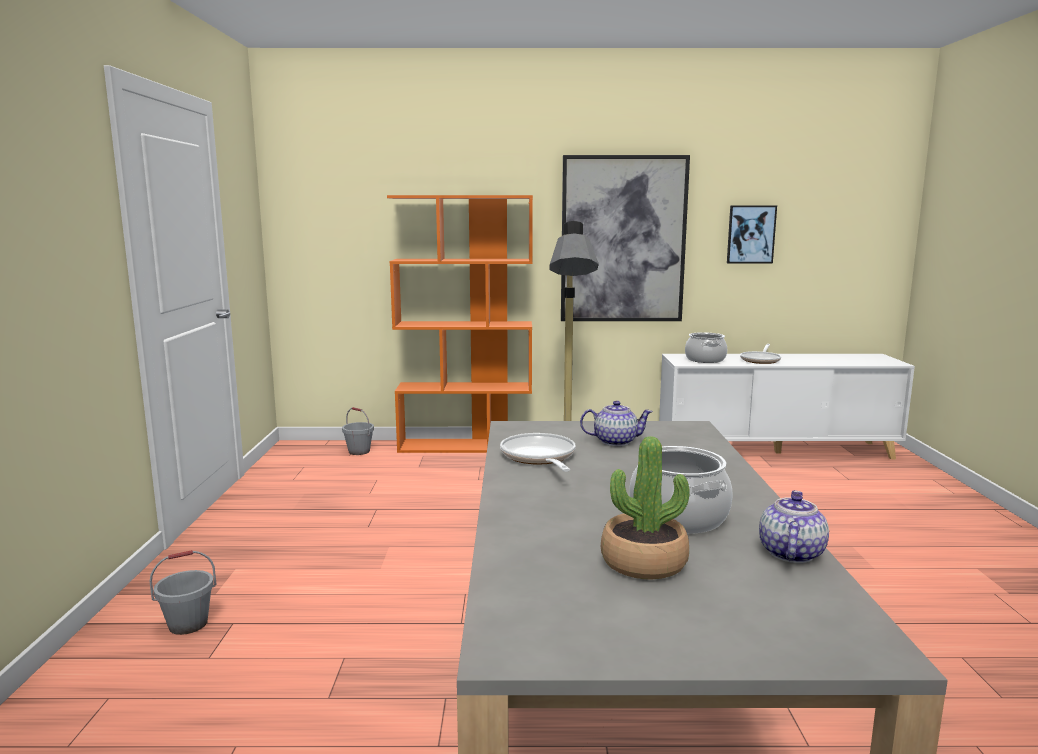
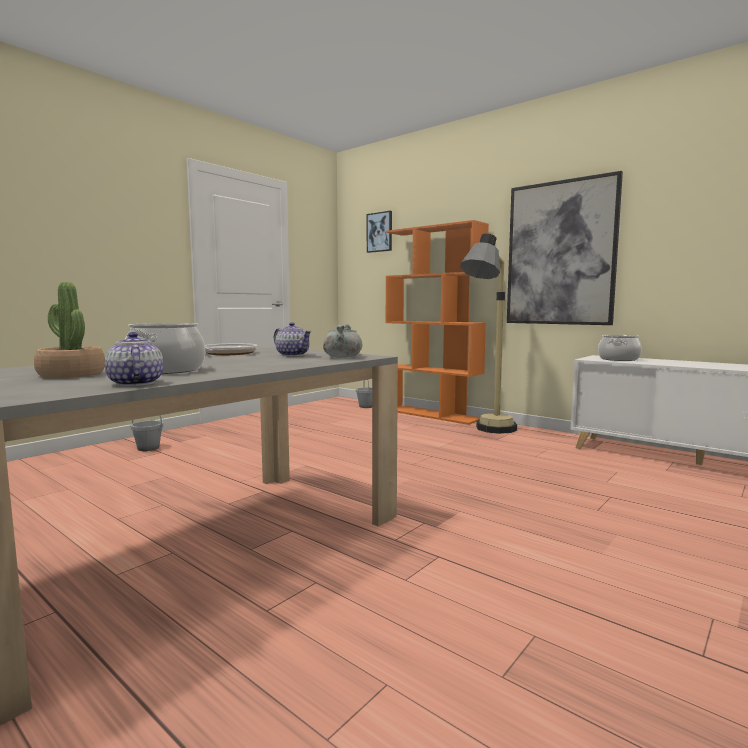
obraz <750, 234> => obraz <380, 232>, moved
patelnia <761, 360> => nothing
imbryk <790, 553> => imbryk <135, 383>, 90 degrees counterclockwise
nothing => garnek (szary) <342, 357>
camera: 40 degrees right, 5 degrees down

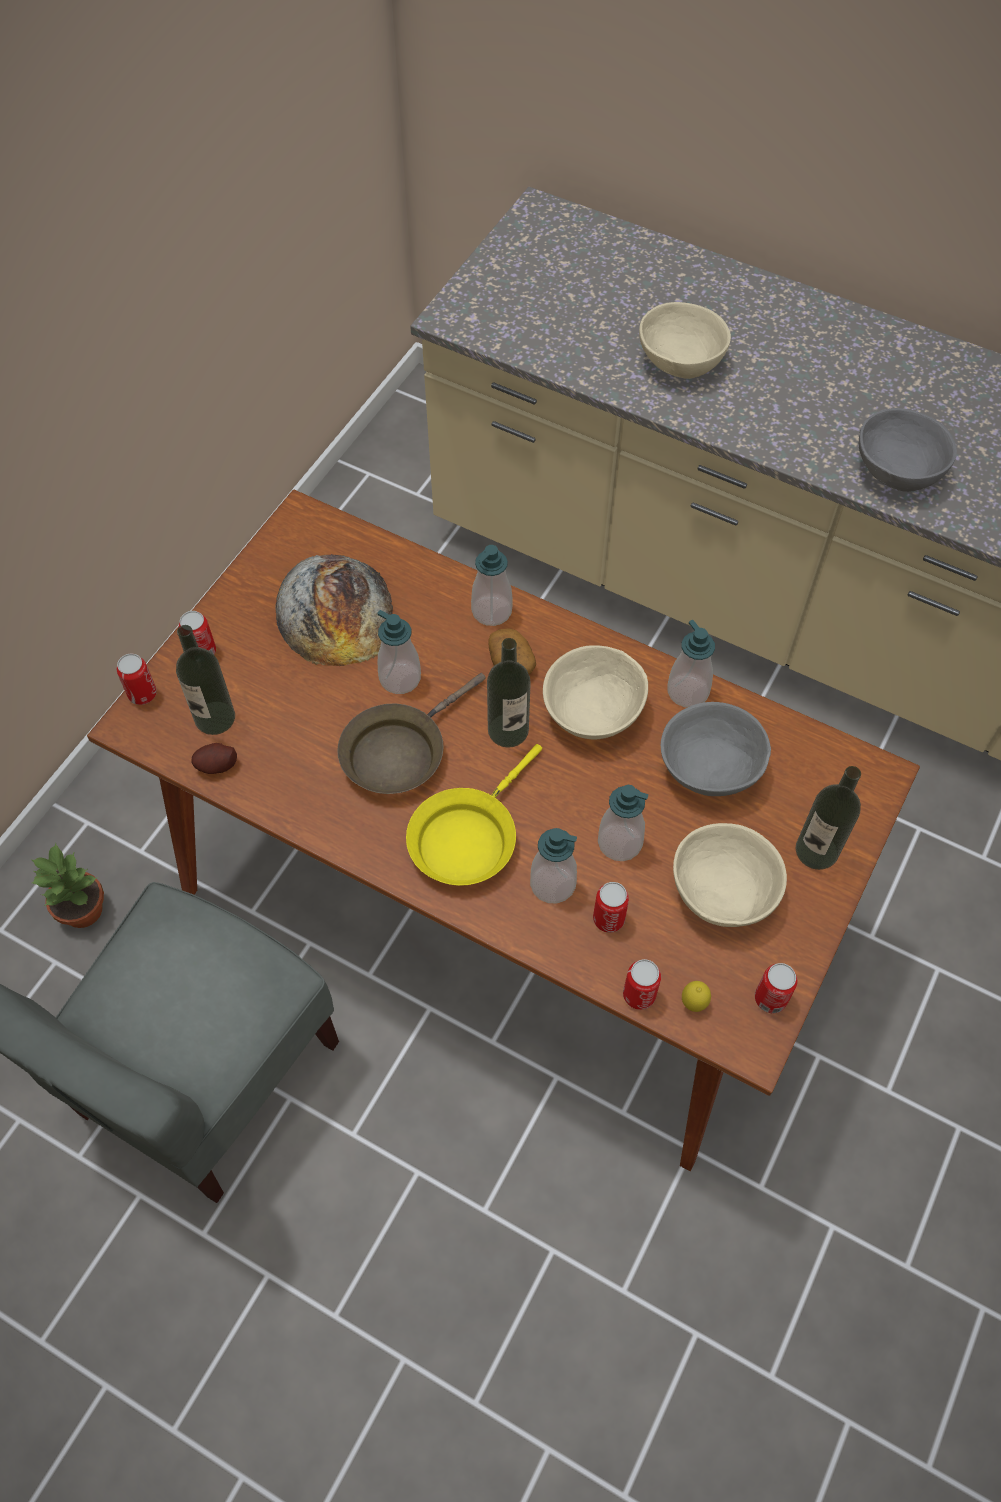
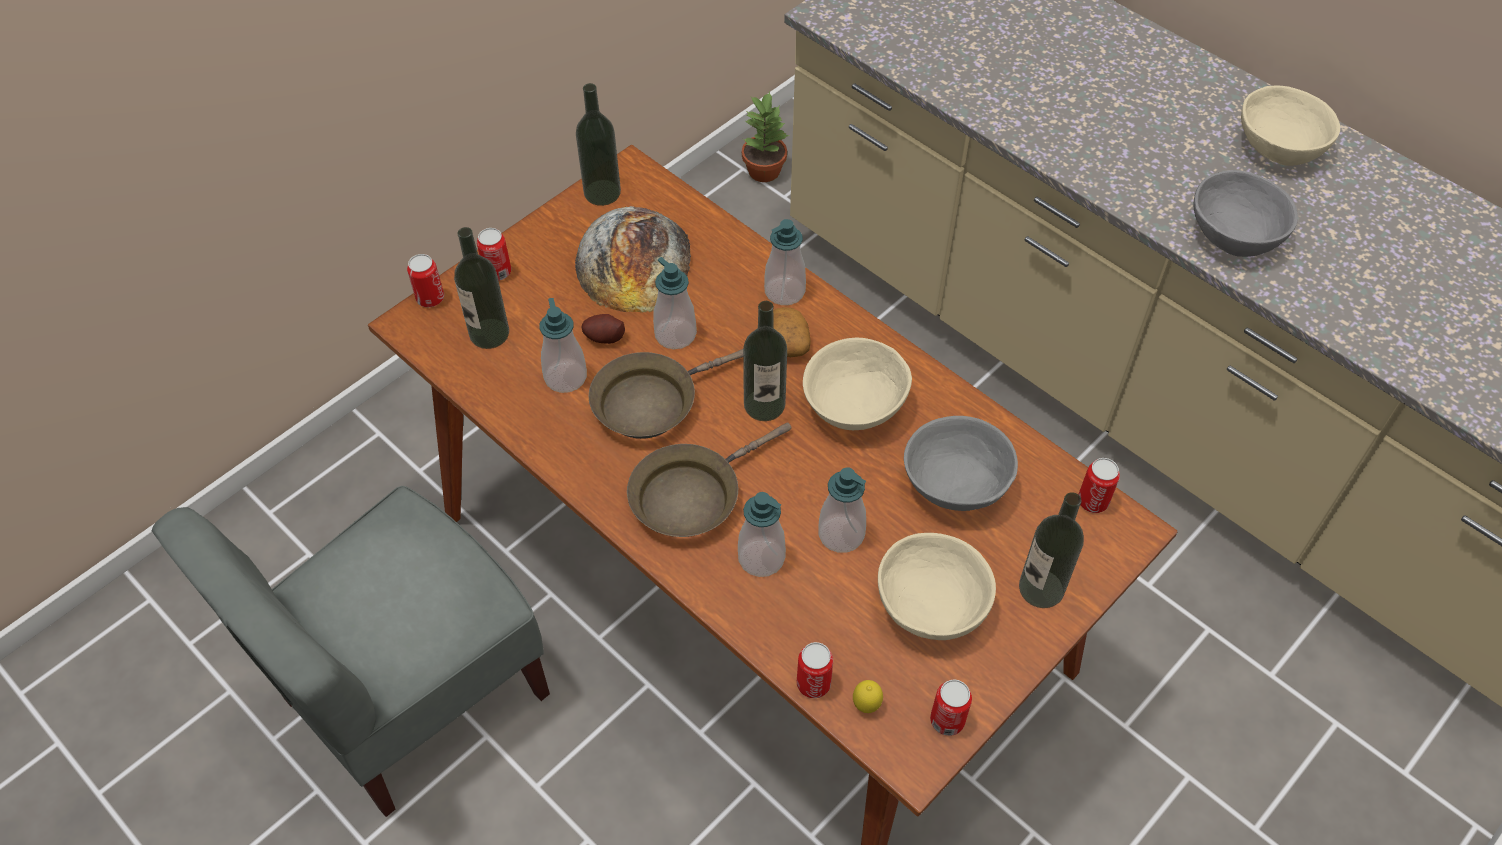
roślina doniczkowa <82, 909> => roślina doniczkowa <764, 170>, moved
ziemniak <216, 765> => ziemniak <604, 337>, moved
patelnia (żółty) <467, 837> => patelnia (brązowy) <692, 495>
puszka <608, 919> => puszka <1093, 501>, moved
miska (beżowy) <680, 362> => miska (beżowy) <1278, 148>, moved
dozownik mydła <688, 691> => dozownik mydła <565, 377>, moved
nothing => butelka <602, 192>
camera: 15 degrees right, 5 degrees down

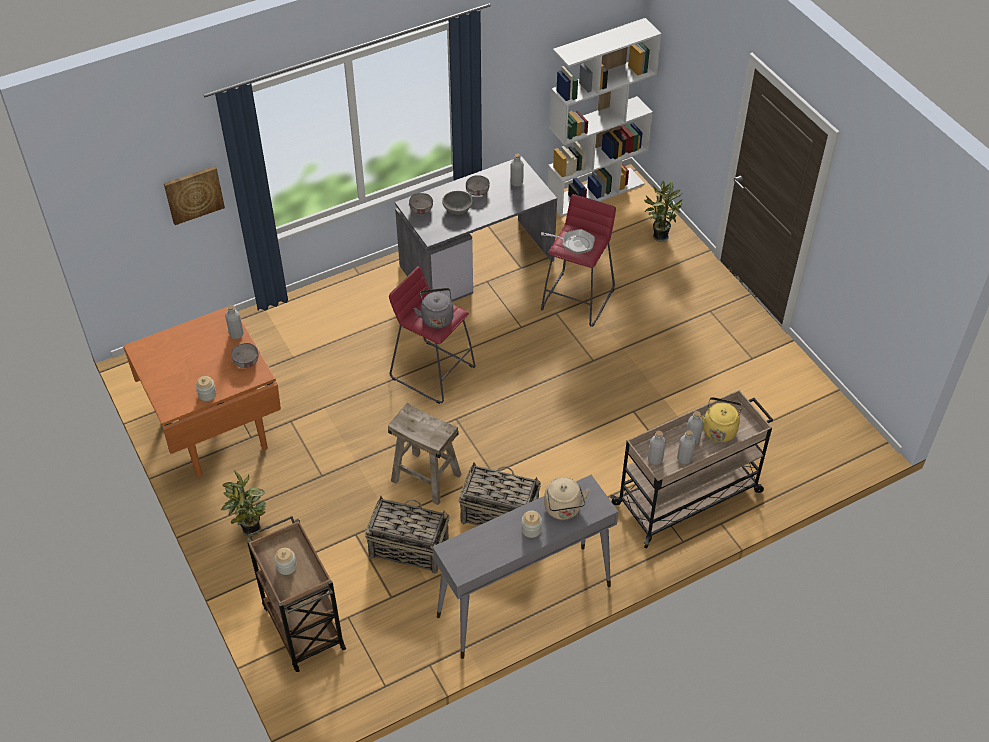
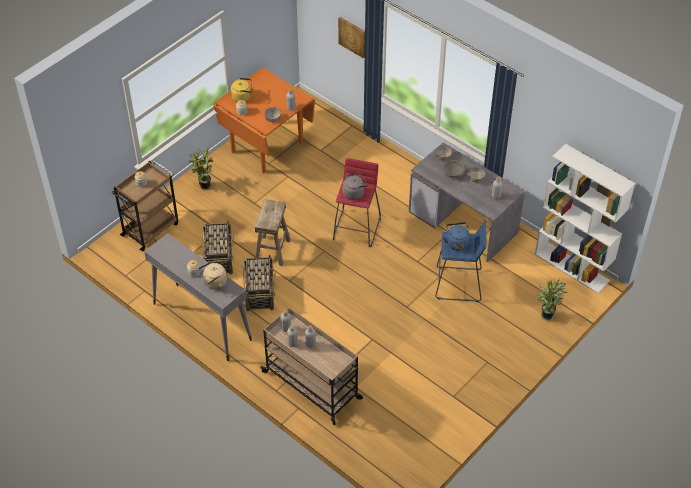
stołek (czerwony) <578, 299> => stołek (niebieski) <459, 284>
patelnia <575, 244> => czajnik (niebieski) <456, 242>
czajnik (żółty) <719, 429> => czajnik (żółty) <243, 97>, moved
camera: 70 degrees right, 0 degrees up

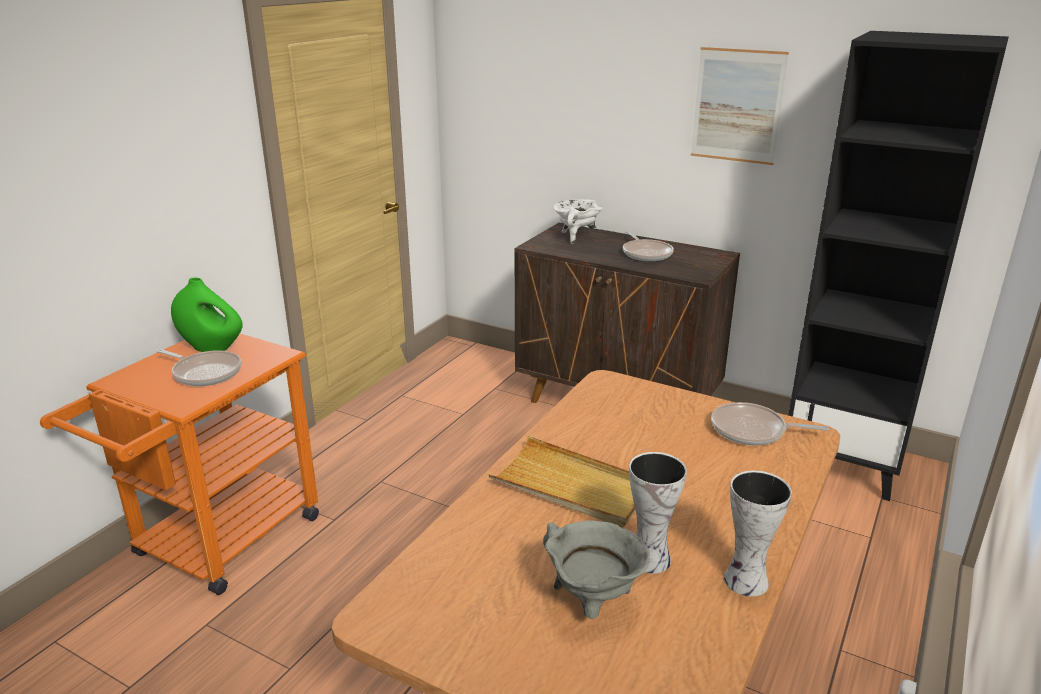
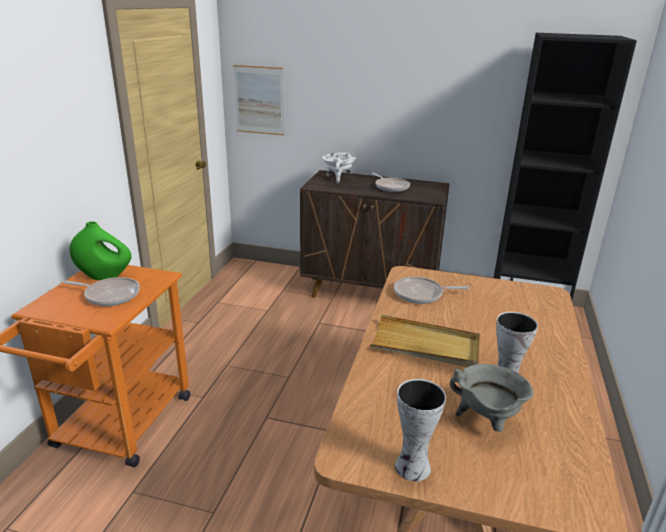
obraz <737, 106> => obraz <259, 100>, moved
patelnia <753, 431> => patelnia <421, 294>, moved
wazon <743, 580> => wazon <411, 467>, moved
camera: 15 degrees left, 0 degrees up

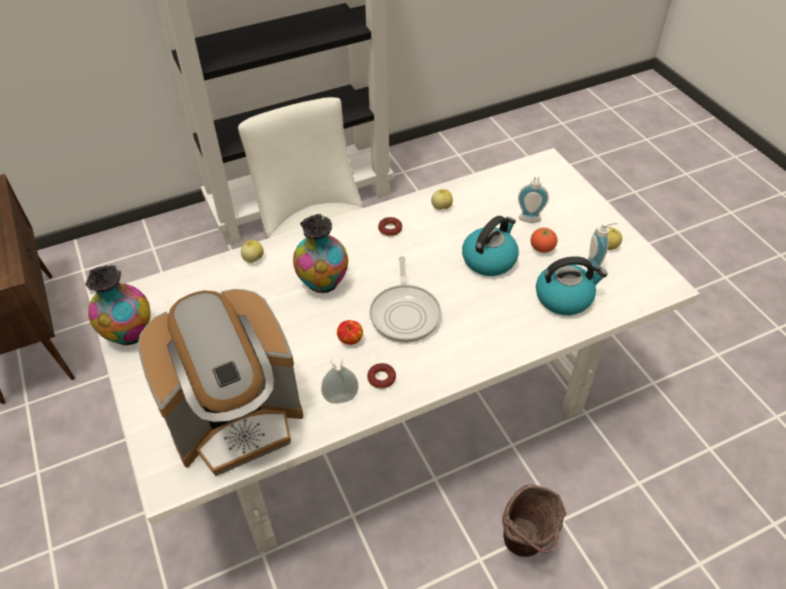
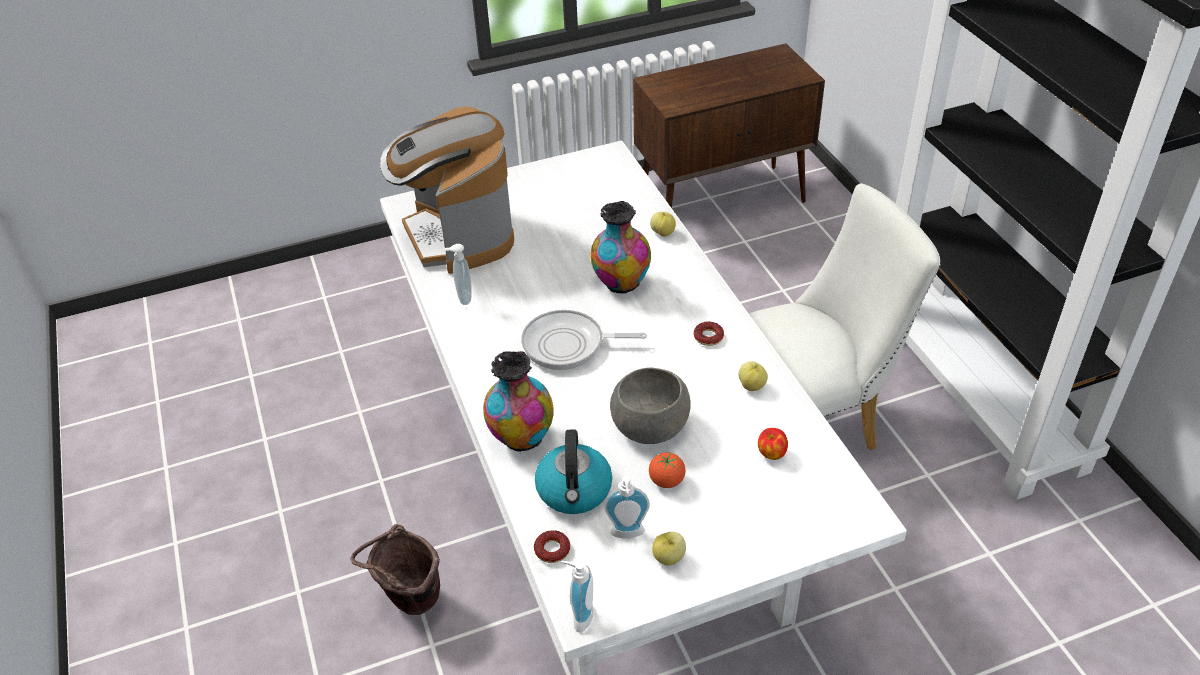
wazon <129, 334> => wazon <521, 437>, moved
jabłko <350, 340> => jabłko <771, 453>, moved
donut <381, 378> => donut <552, 550>, moved
czajnik <489, 259> => miska (szary) <649, 424>
dozownik mydła <529, 221> => dozownik mydła <579, 616>, moved
camera: 95 degrees right, 5 degrees down

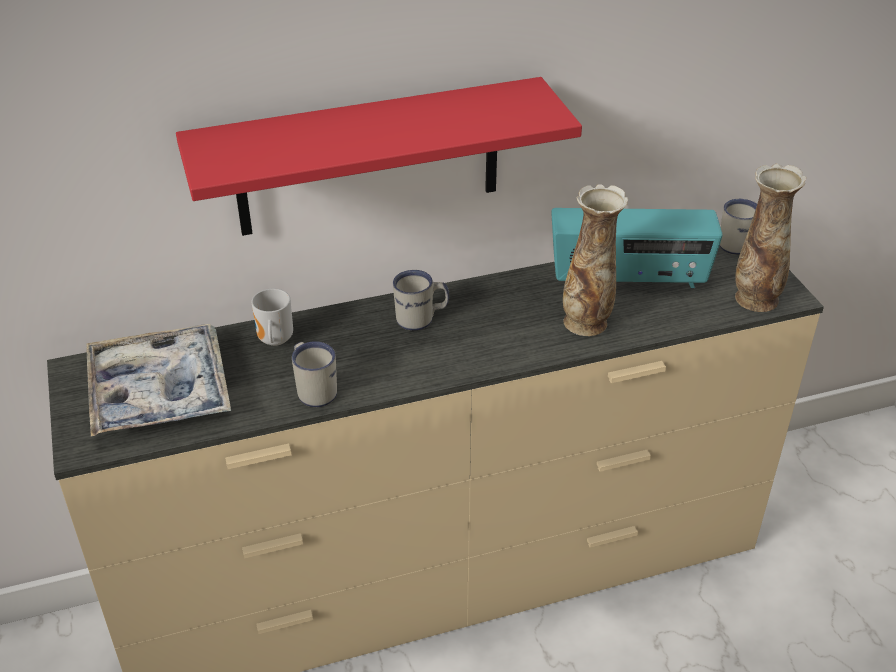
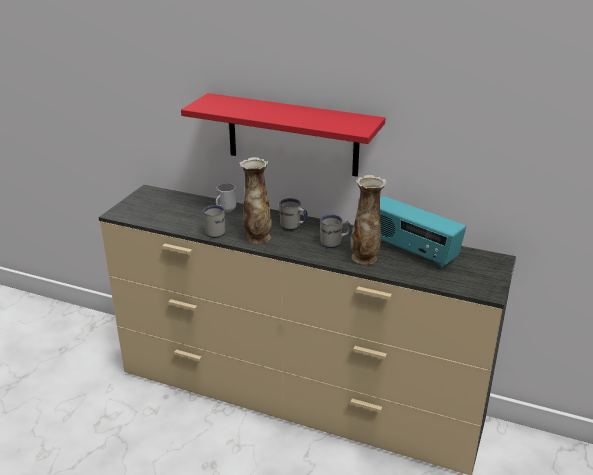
taca <159, 391> => nothing
kubek (biały) <738, 242> => kubek (biały) <334, 243>, moved
wazon <755, 299> => wazon <257, 237>, moved
camera: 40 degrees right, 10 degrees down

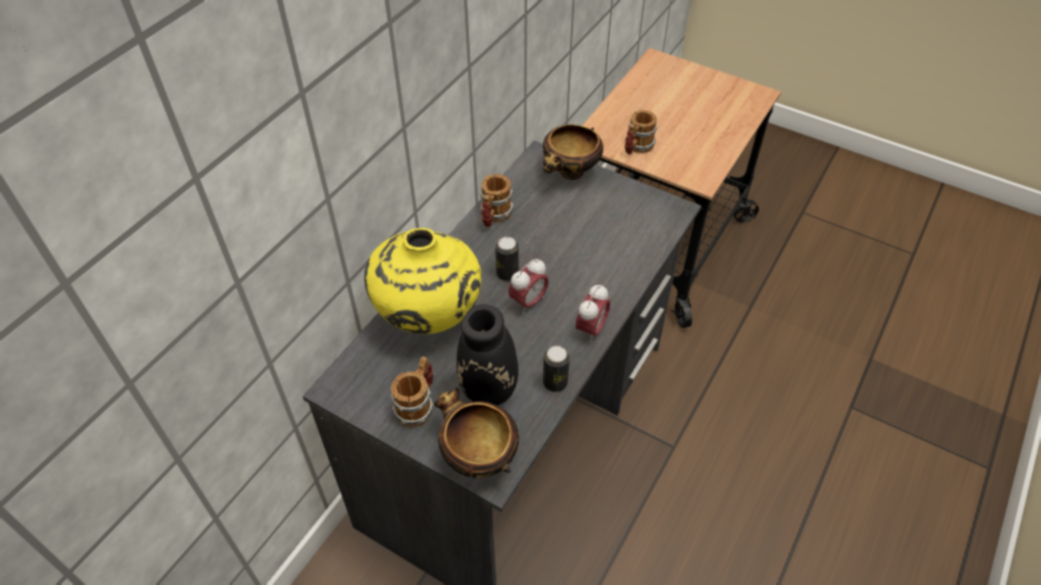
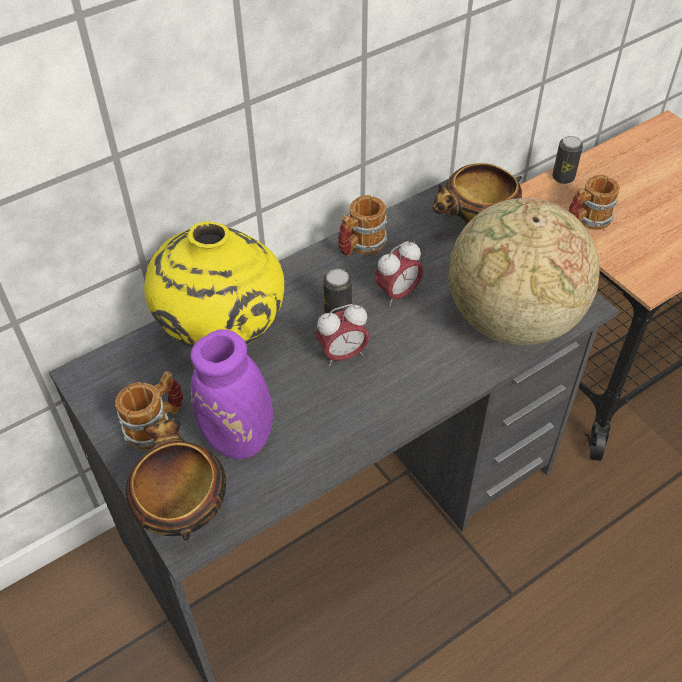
wazon (czarny) <493, 390> => wazon (fioletowy) <244, 440>
puszka <555, 382> => puszka <563, 177>, moved
budzik <591, 329> => budzik <397, 294>, moved
nothing => globus <511, 320>
camera: 25 degrees right, 0 degrees up

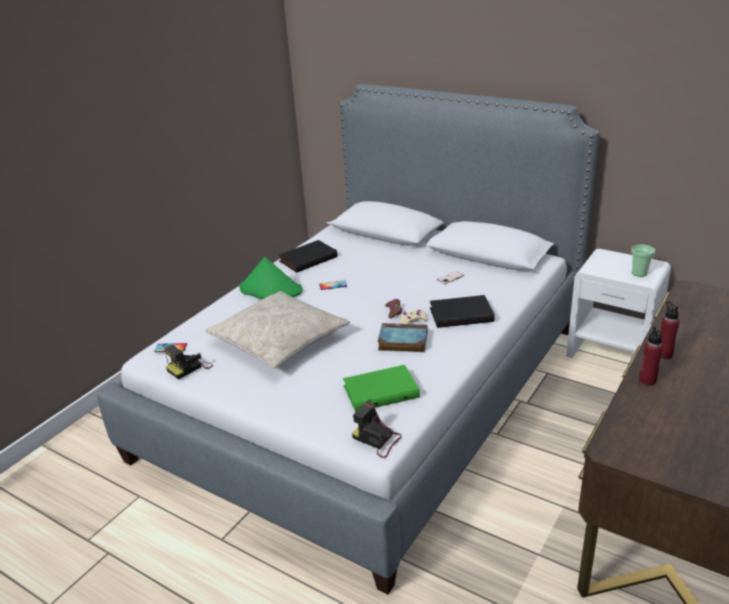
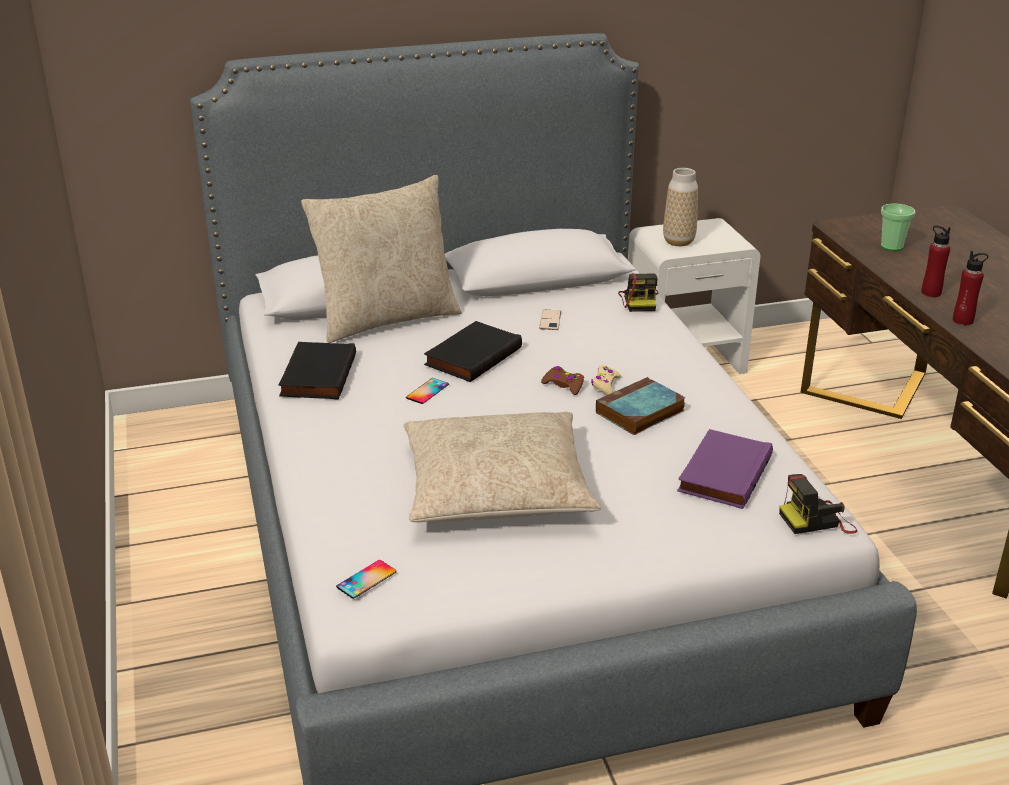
aparat fotograficzny <189, 367> => aparat fotograficzny <639, 301>, moved
kapelusz (zielony) <270, 290> => nothing
książka (zielony) <381, 390> => książka (fioletowy) <722, 473>
książka (czarny) <461, 314> => książka (czarny) <472, 355>, moved
filiżanka <639, 273> => filiżanka <892, 246>, moved
nothing => poduszka (beżowy) <386, 318>
nothing => wazon <678, 241>
camera: 50 degrees left, 0 degrees up

